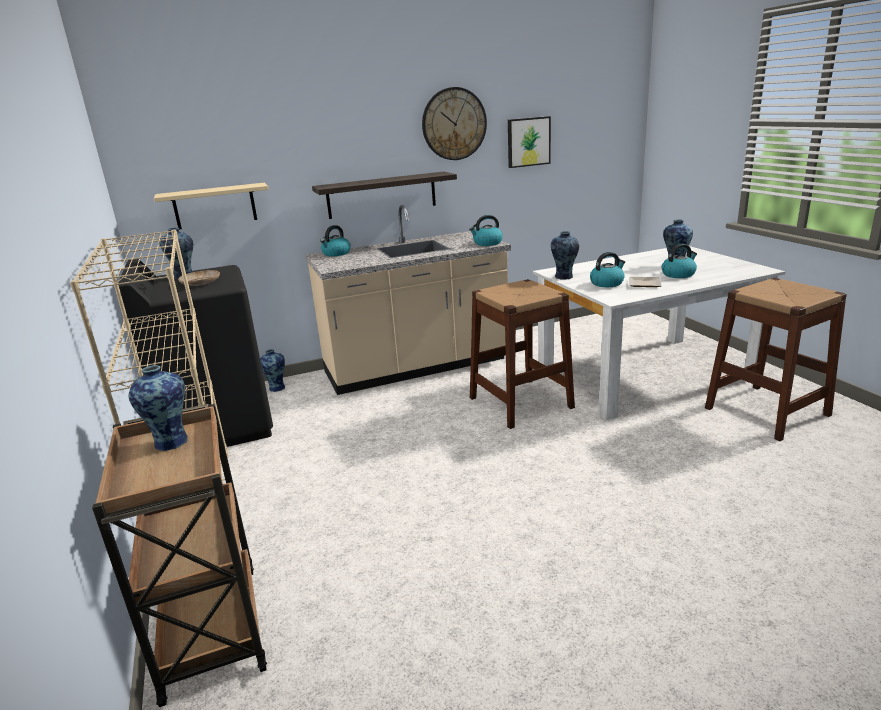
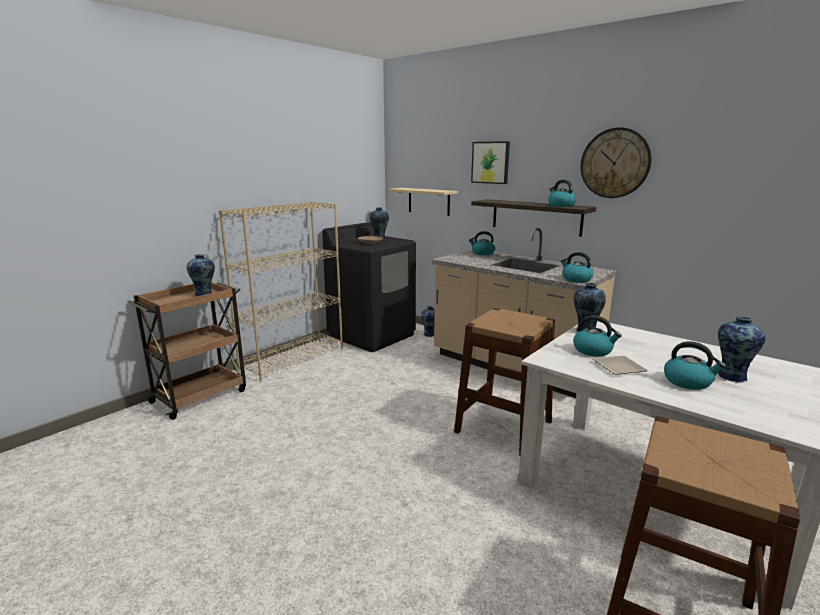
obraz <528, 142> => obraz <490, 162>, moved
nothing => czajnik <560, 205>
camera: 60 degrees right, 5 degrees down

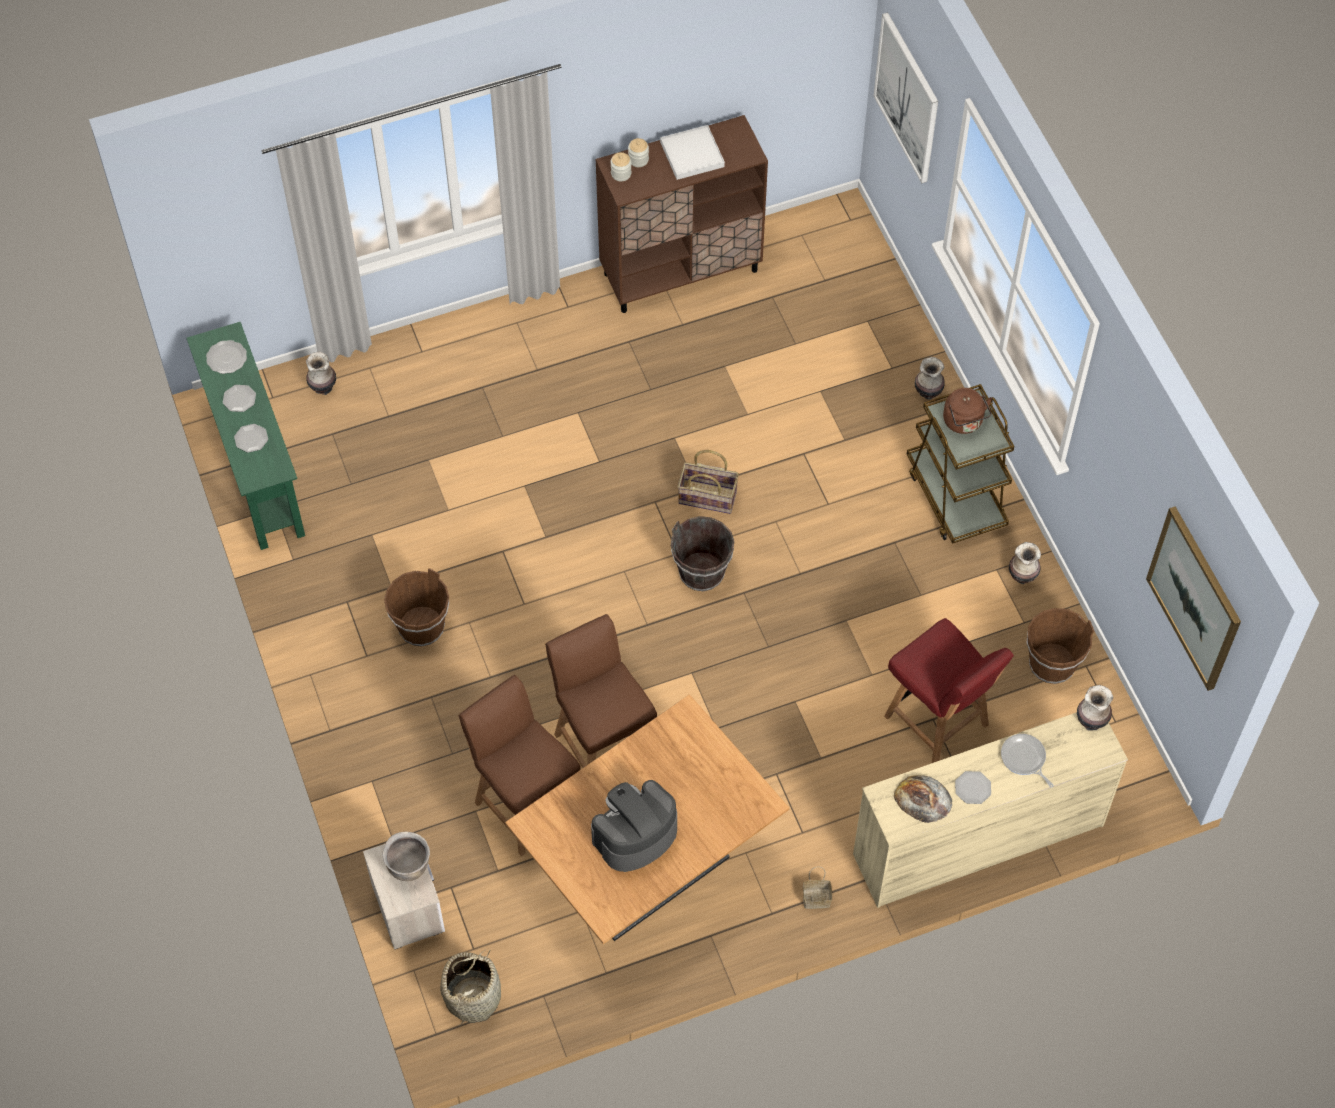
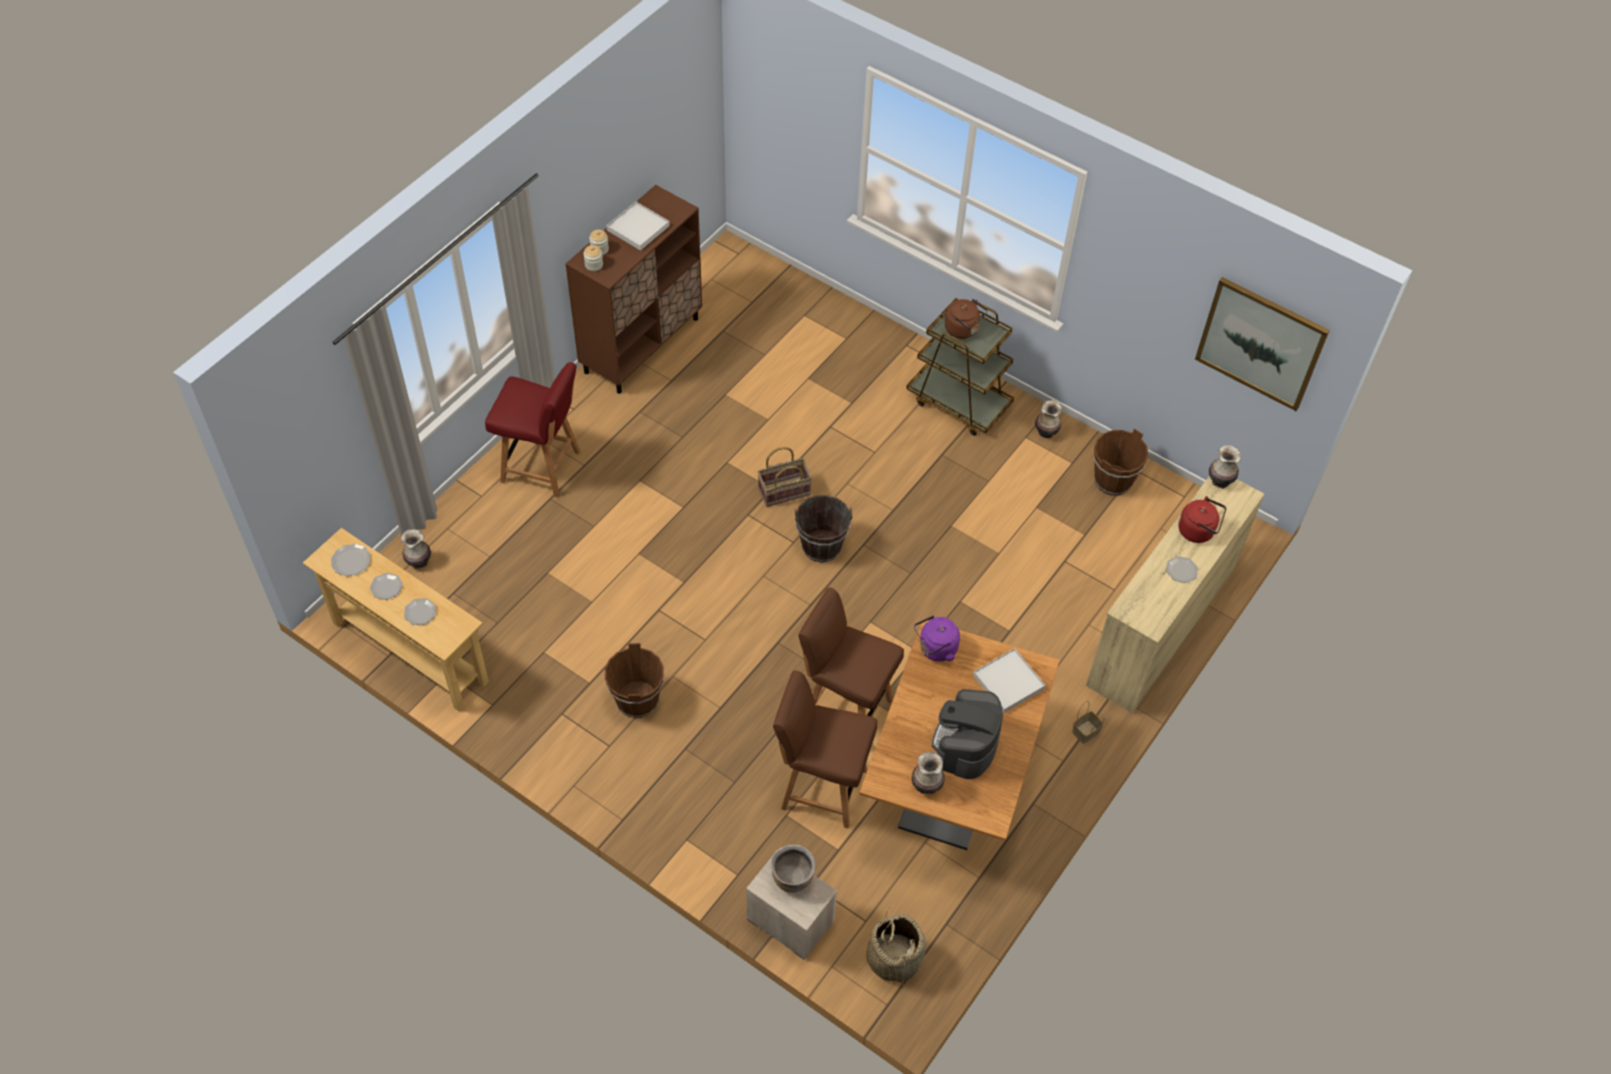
stolik konsolowy (zielony) <256, 470> => stolik konsolowy (beżowy) <409, 652>
obraz <907, 97> => nothing
krzesło (czerwony) <938, 722> => krzesło (czerwony) <542, 467>, moved
chleb <923, 798> => nothing
wazon <928, 392> => wazon <927, 786>, moved
patelnia <1024, 759> => czajnik (czerwony) <1198, 531>
nothing => czajnik (fioletowy) <936, 649>
nothing => taca (biały) <1008, 682>
camera: 35 degrees left, 5 degrees down

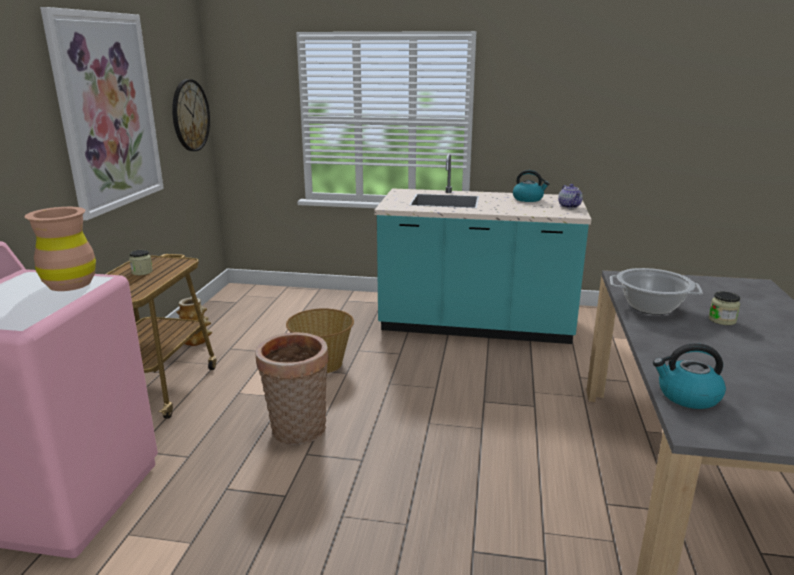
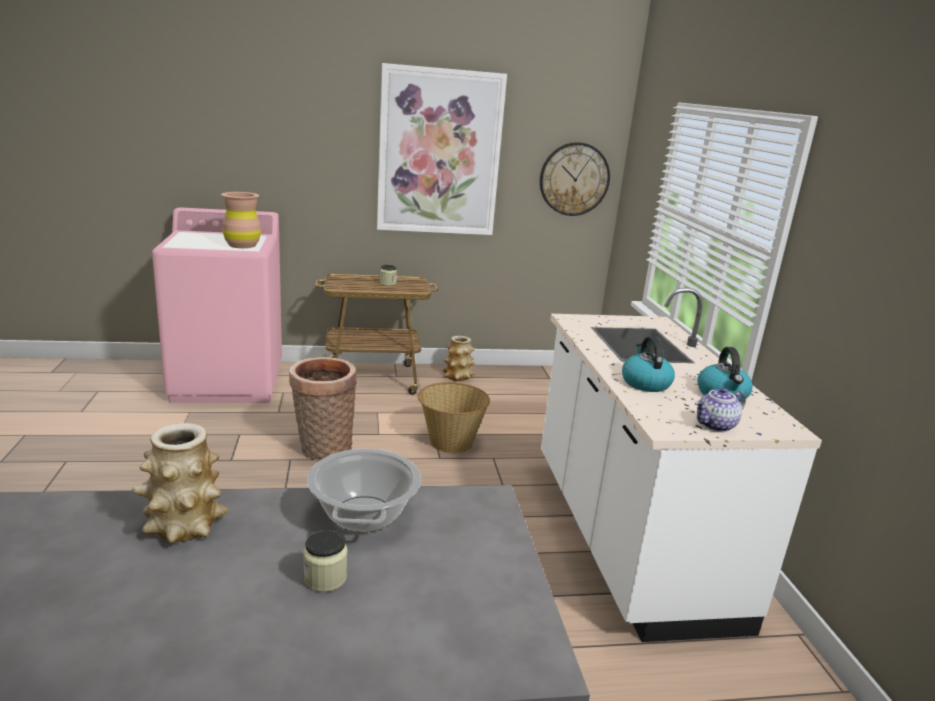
zabudowa kuchenna (turkusowy) <475, 325> => zabudowa kuchenna (biały) <627, 536>
czajnik <687, 396> => czajnik <645, 383>, moved
nothing => wazon <183, 526>
camera: 70 degrees right, 0 degrees up

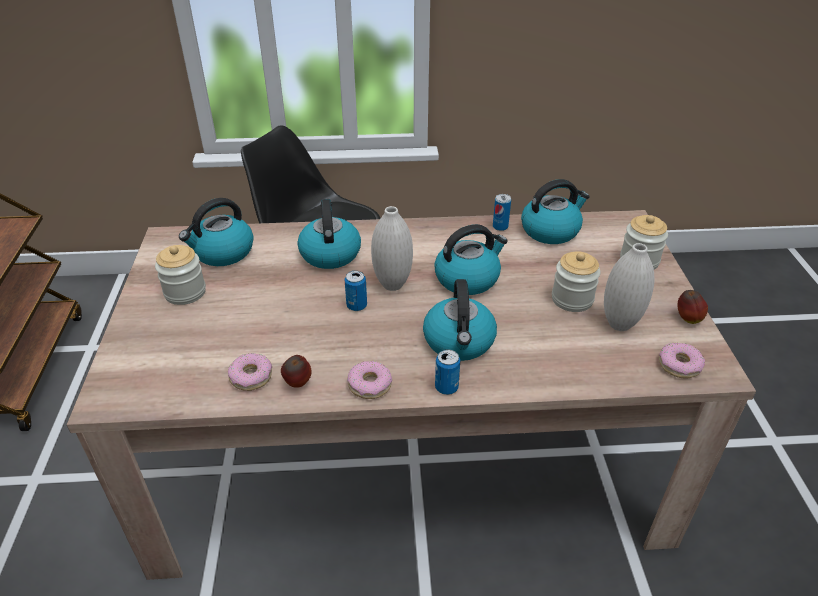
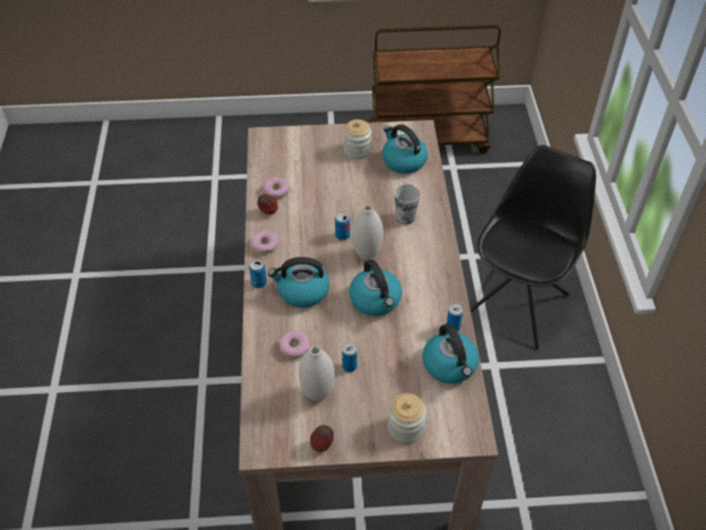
czajnik <330, 253> => filiżanka <405, 217>
słoik <572, 299> => puszka <349, 366>
donut <679, 365> => donut <294, 347>, moved
camera: 90 degrees right, 10 degrees up

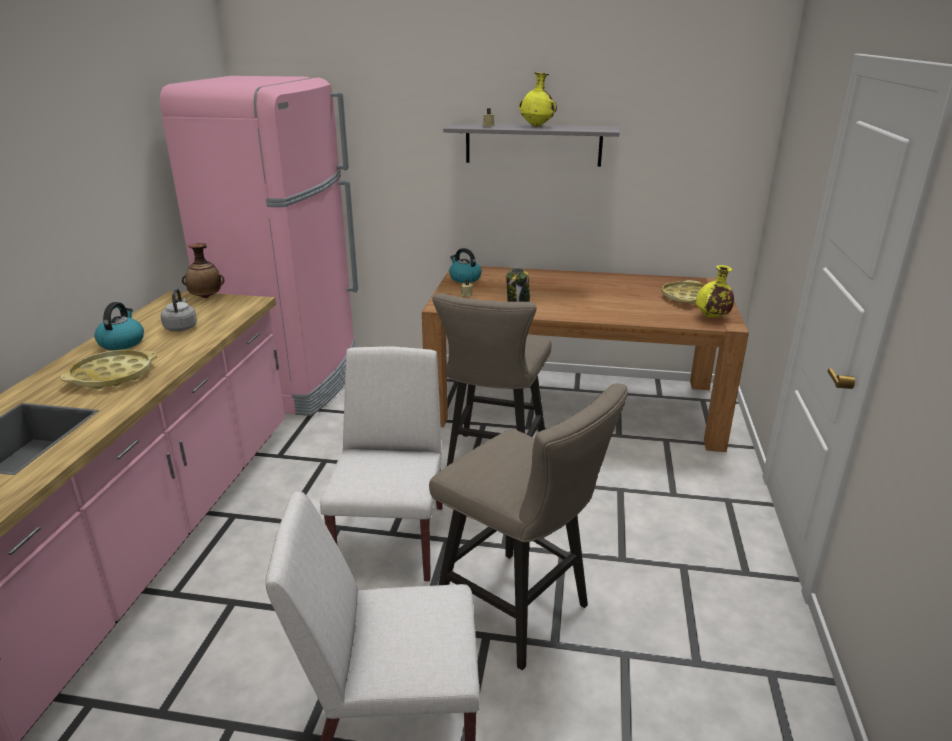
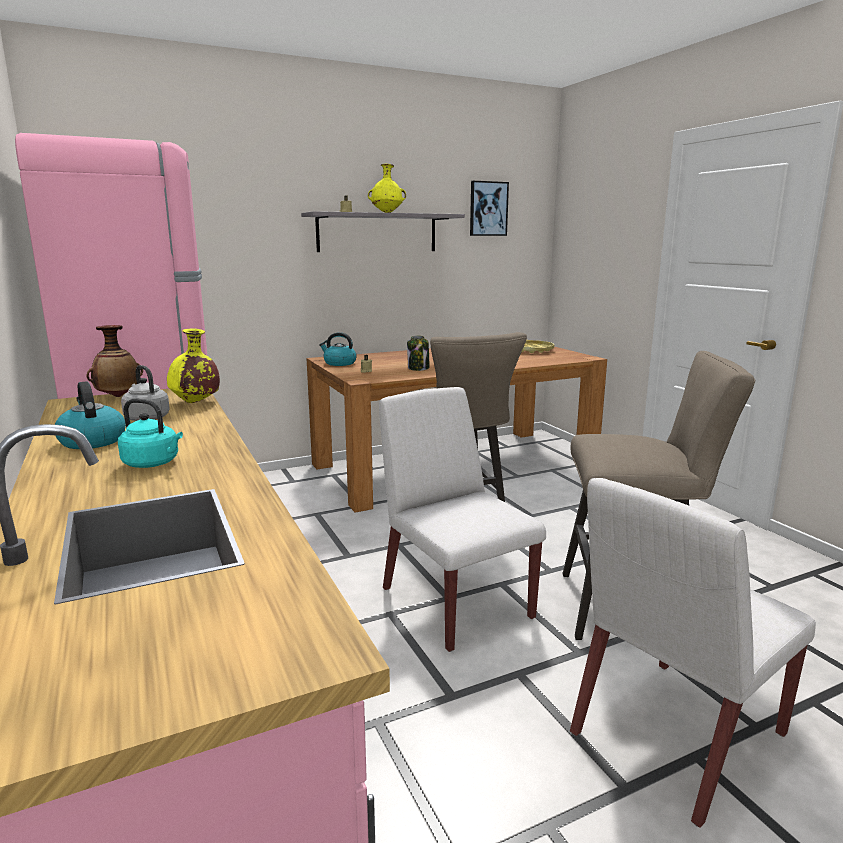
taca (żółty) <112, 375> => czajnik (turkusowy) <153, 463>
wazon (żółty) <712, 317> => wazon (żółty) <195, 402>, moved
nothing => obraz <488, 209>
camera: 35 degrees left, 10 degrees down

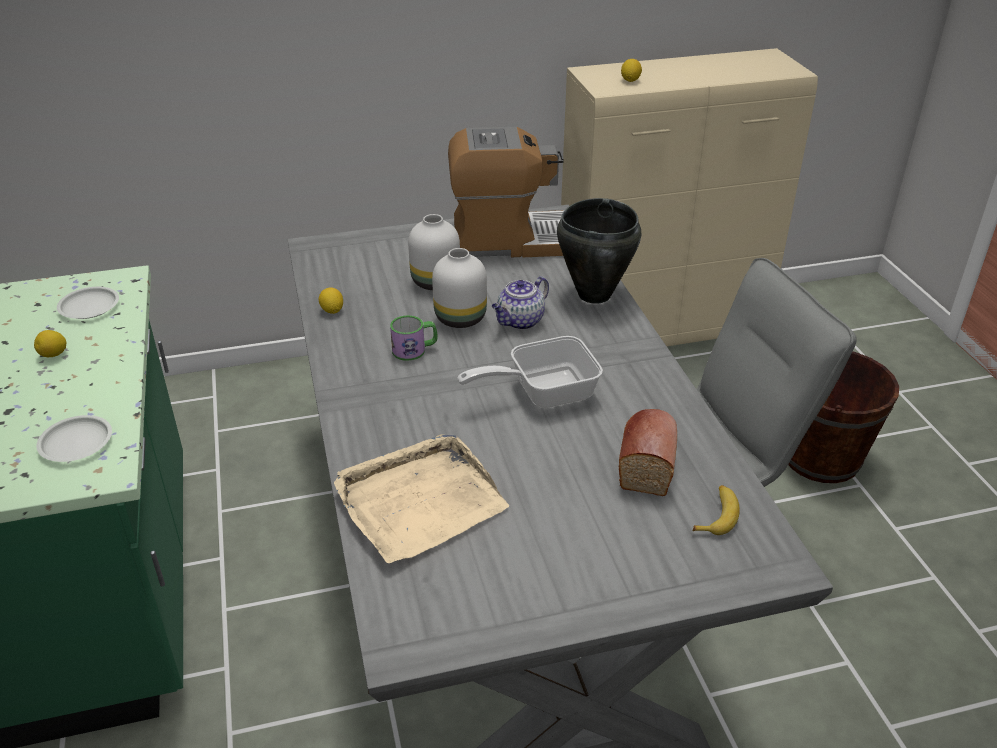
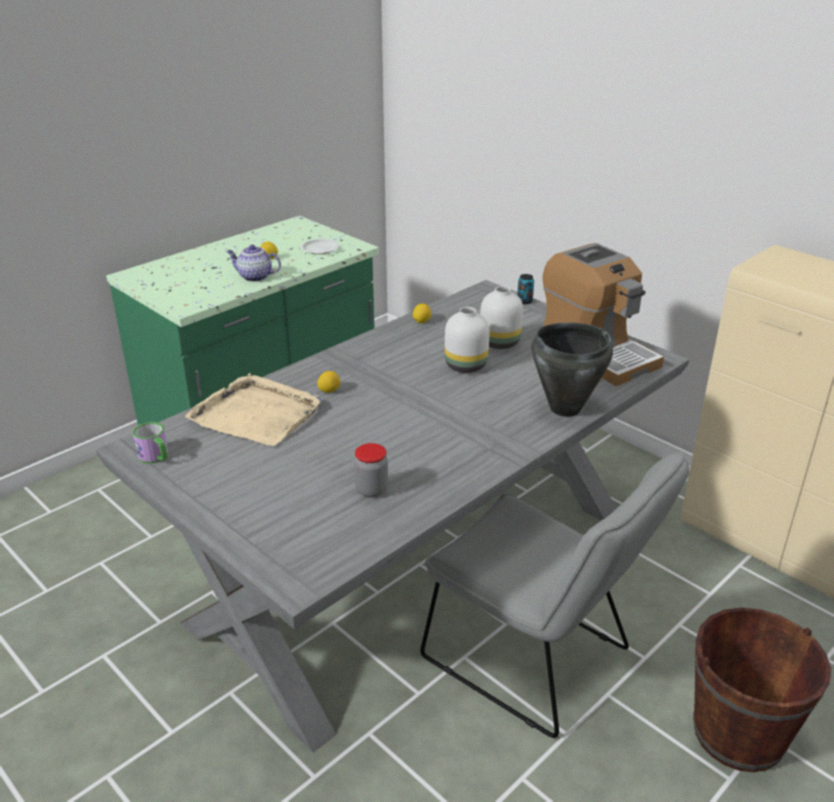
talerz (biały) <77, 443> => nothing
kubek <415, 350> => kubek <156, 457>, moved
patelnia <542, 392> => nothing
imbryk <520, 321> => imbryk <254, 277>, moved
chleb <647, 461> => słoik <371, 490>
cytryna <630, 80> => cytryna <329, 391>, moved
banan <717, 515> => nothing
nothing => puszka <524, 301>
camera: 60 degrees right, 5 degrees down

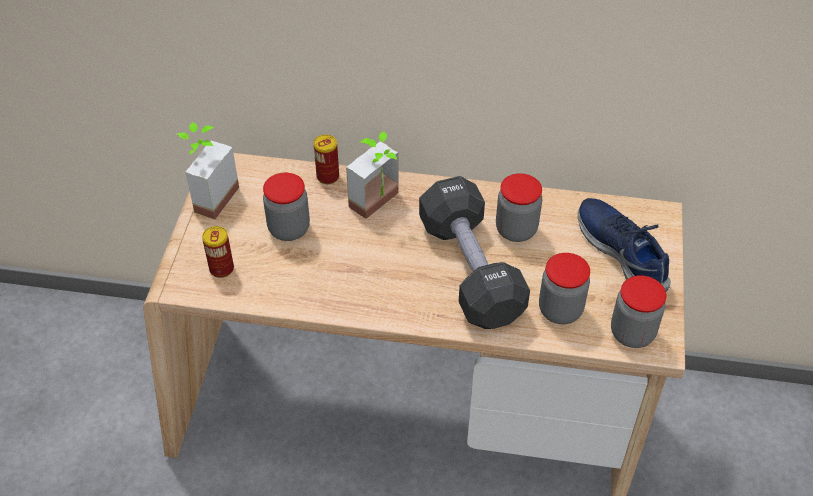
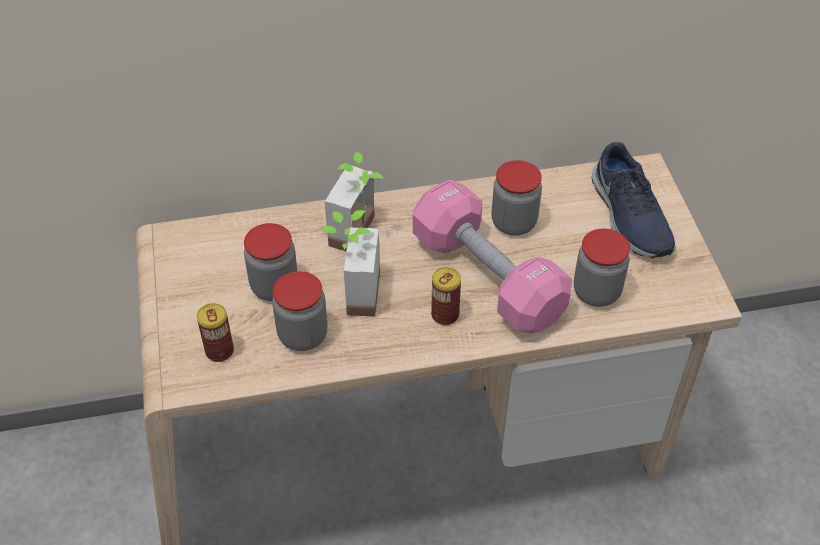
roślina doniczkowa <208, 196> => roślina doniczkowa <351, 293>, moved
puszka <328, 176> => puszka <445, 315>, moved
hantel (czarny) <470, 270> => hantel (różowy) <487, 277>
but (niebieski) <622, 252> => but (niebieski) <628, 217>, 150 degrees counterclockwise
słoik <632, 333> => słoik <303, 335>, moved
camera: 20 degrees left, 0 degrees up

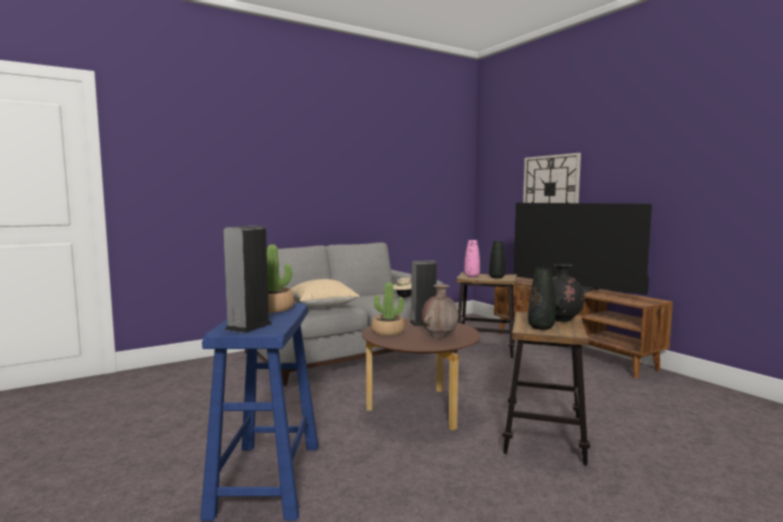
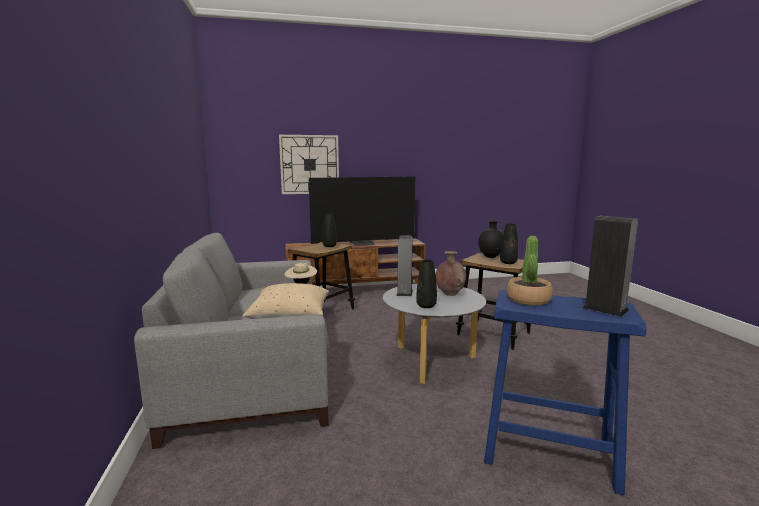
ława (brązowy) <420, 408> => ława (szary) <432, 361>
roślina doniczkowa <388, 332> => wazon (czarny) <426, 306>
wazon (różowy) <472, 276> => nothing
camera: 70 degrees left, 5 degrees up

